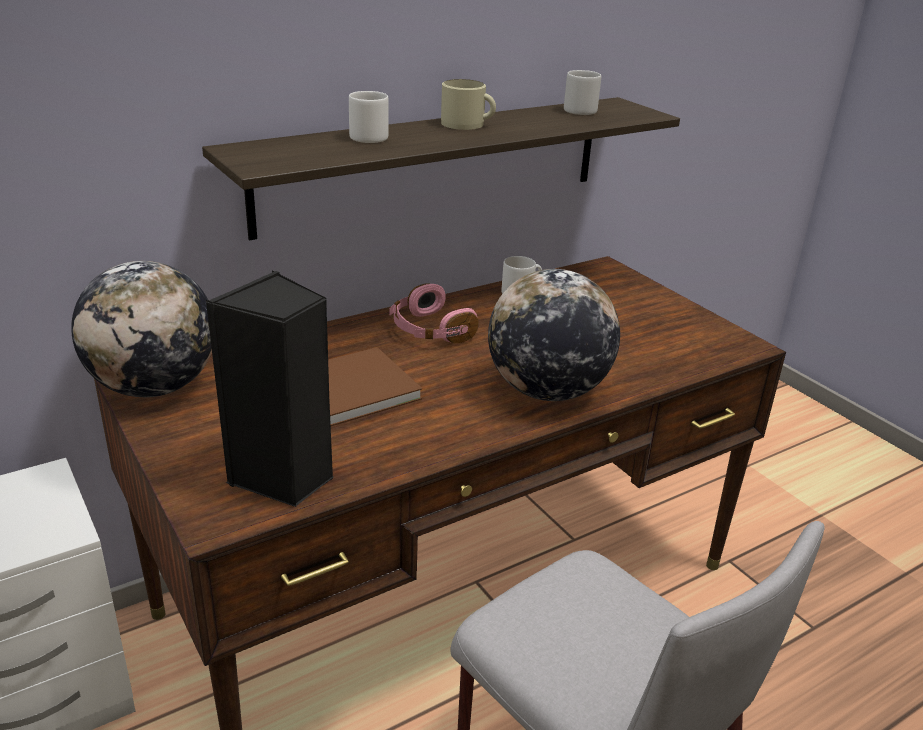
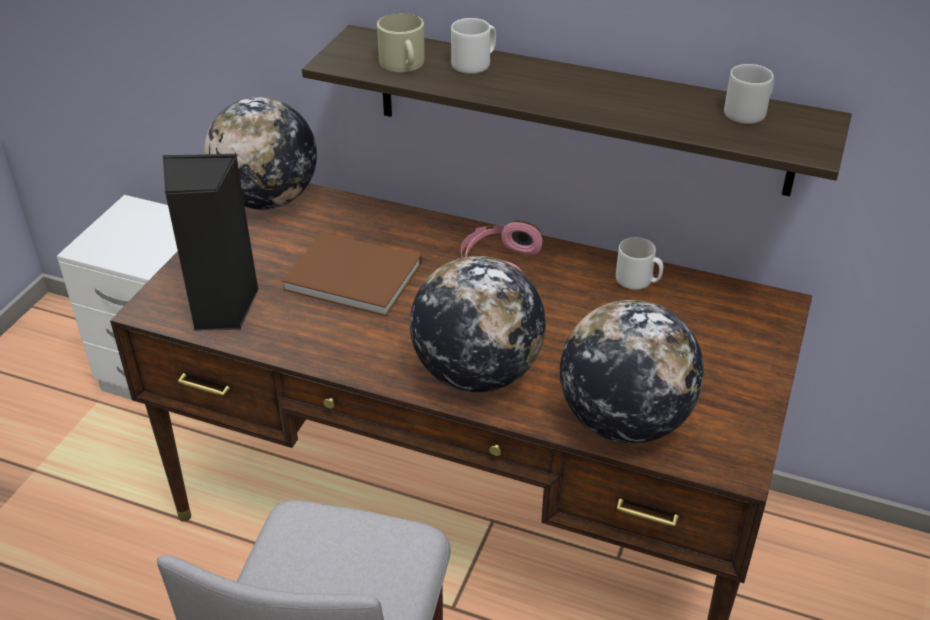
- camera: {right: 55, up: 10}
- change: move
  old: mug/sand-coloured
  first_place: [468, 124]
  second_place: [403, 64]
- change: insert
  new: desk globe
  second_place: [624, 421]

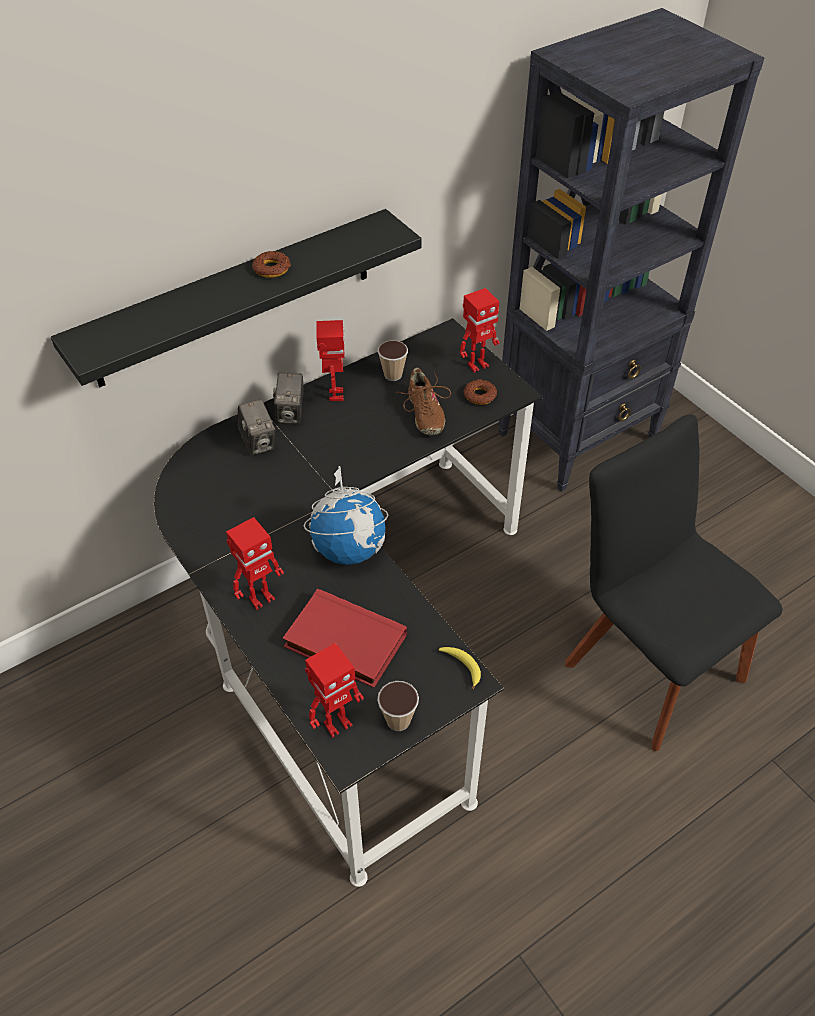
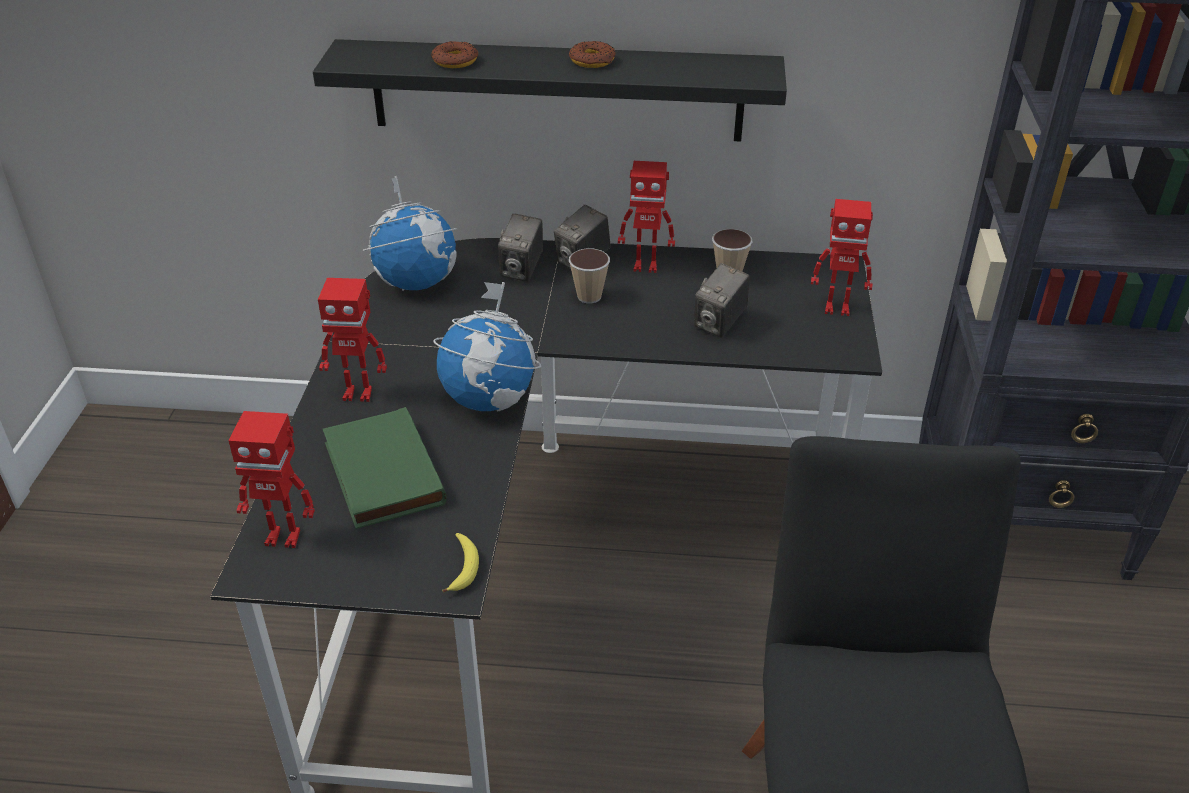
- camera: {right: 40, up: -10}
- change: recolor
  old: volume/red
  new: volume/greenish
  first_place: [343, 643]
  second_place: [380, 474]
- change: rotate
  old: robot figure
  first_place: [335, 395]
  second_place: [645, 266]
  degrees: 60
- change: move
  old: cup
  first_place: [398, 720]
  second_place: [589, 296]
- change: replace
  old: low shoe/brownish
  new: still camera
  first_place: [424, 413]
  second_place: [719, 323]
- change: move
  old: doughnut
  first_place: [479, 395]
  second_place: [455, 61]
- change: insert
  new: desk globe
  second_place: [417, 282]

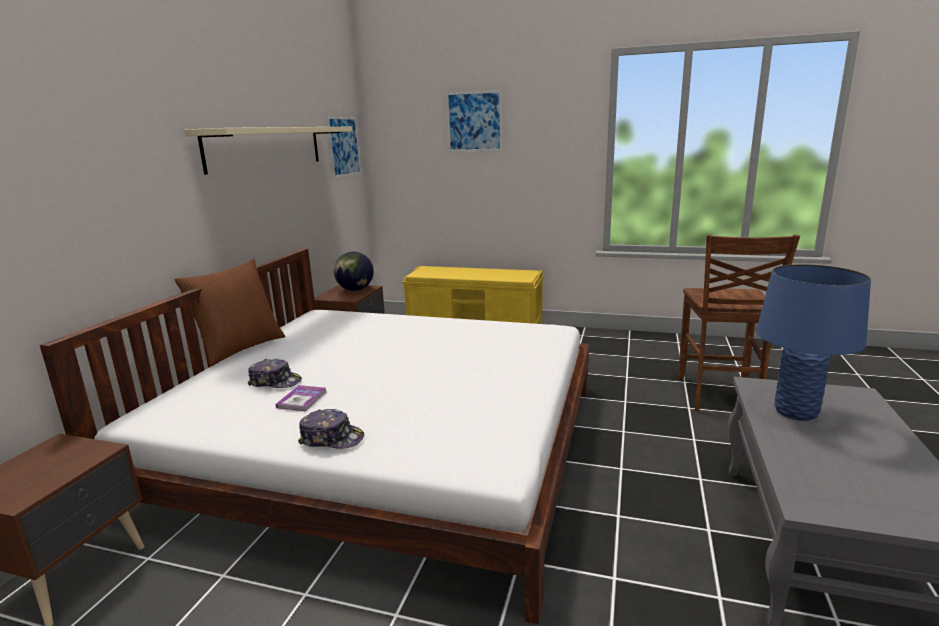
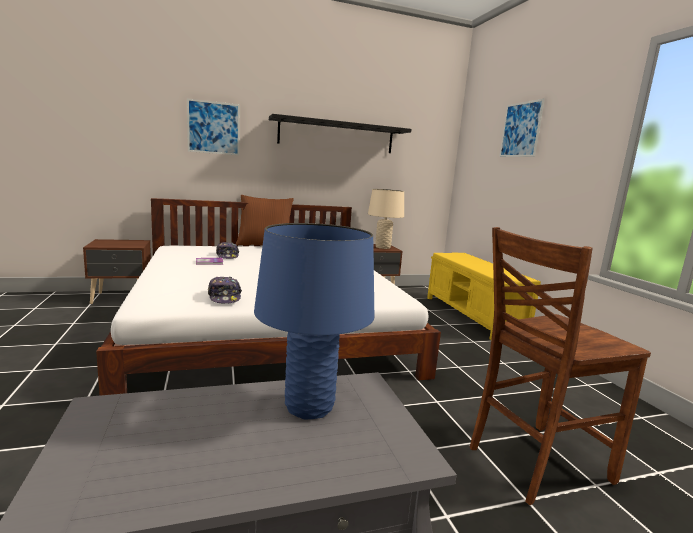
- camera: {right: 55, up: -5}
- change: recolor
  old: wall shelf/sand-coloured
  new: wall shelf/black-coloured
  first_place: [266, 147]
  second_place: [337, 136]
- change: move
  old: baseball cap
  first_place: [332, 439]
  second_place: [224, 297]
- change: move
  old: wall picture
  first_place: [344, 146]
  second_place: [213, 127]
- change: replace
  old: desk globe
  new: lamp for a table/sand-coloured
  first_place: [355, 290]
  second_place: [383, 247]

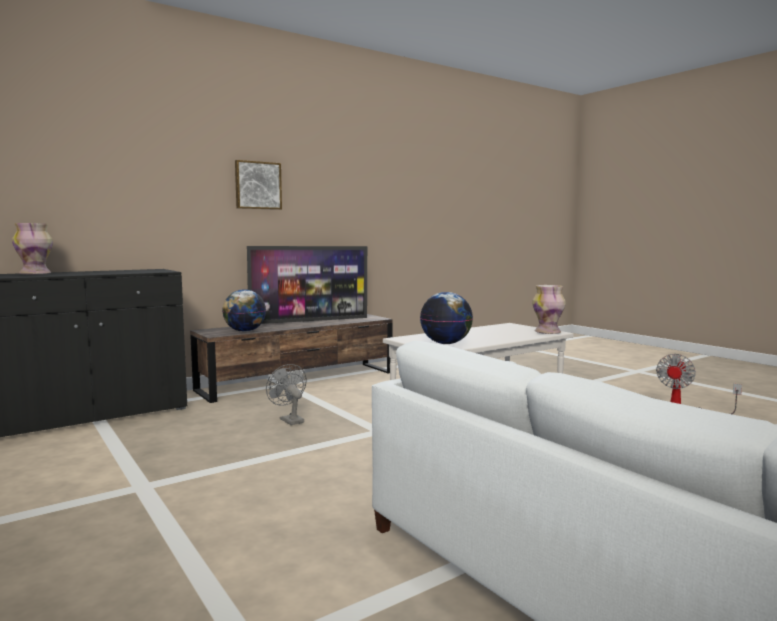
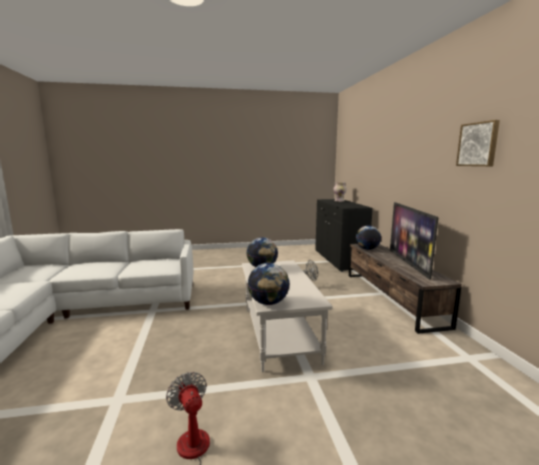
- camera: {right: 115, up: 5}
- change: move
  old: wall picture
  first_place: [257, 185]
  second_place: [478, 144]
- change: replace
  old: decorative vase
  new: desk globe
  first_place: [548, 332]
  second_place: [268, 303]

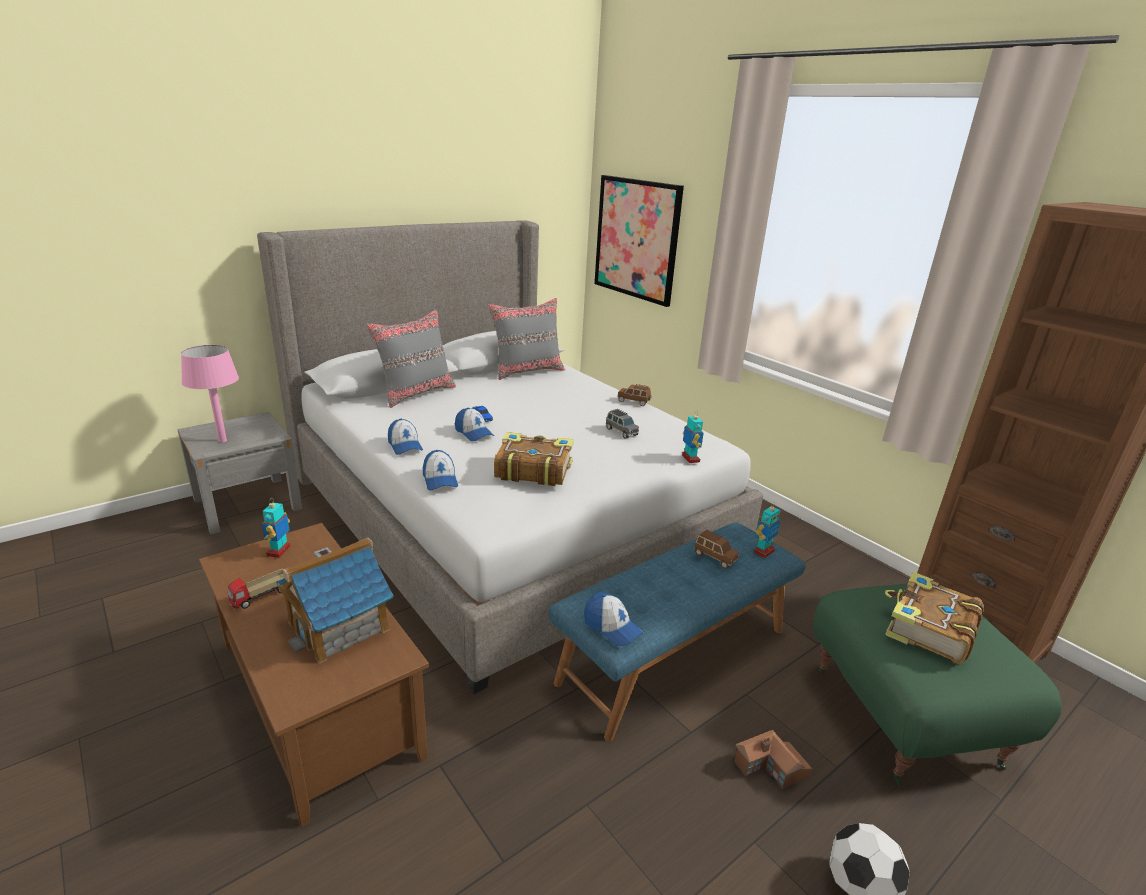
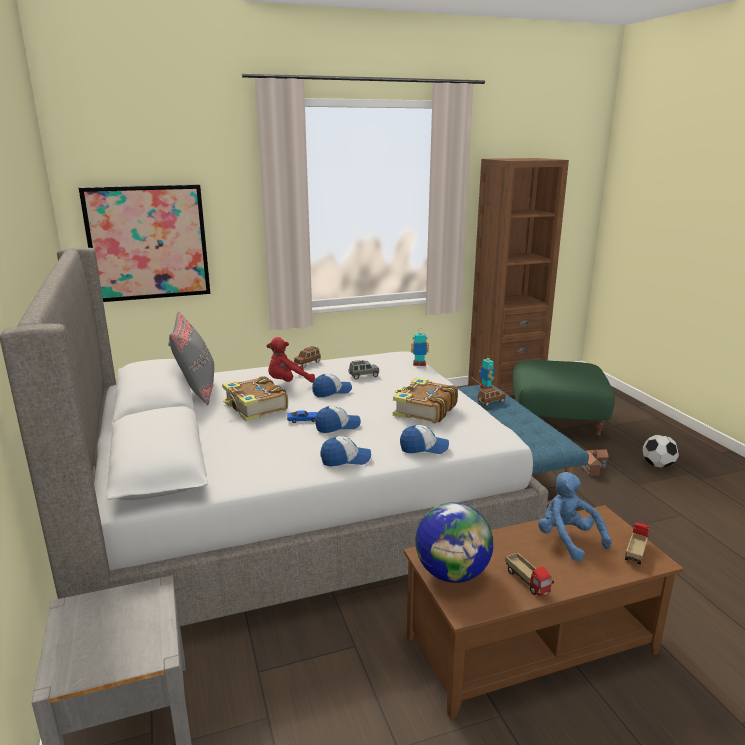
- camera: {right: -70, up: -5}
- change: delete
  old: lamp for a table/pinkish
  first_place: [222, 440]
- change: replace
  old: robot figure
  new: desk globe
  first_place: [279, 551]
  second_place: [452, 573]
- change: replace
  old: model house
  new: plush toy/bluish
  first_place: [339, 626]
  second_place: [567, 539]
- change: delete
  old: cushion/gray
  first_place: [416, 393]
- change: move
  old: baseball cap
  first_place: [612, 627]
  second_place: [332, 391]
- change: move
  old: volume
  first_place: [928, 629]
  second_place: [255, 407]
- change: insert
  new: plush toy/red
  second_place: [288, 383]
- change: insert
  new: toy truck
  second_place: [635, 552]

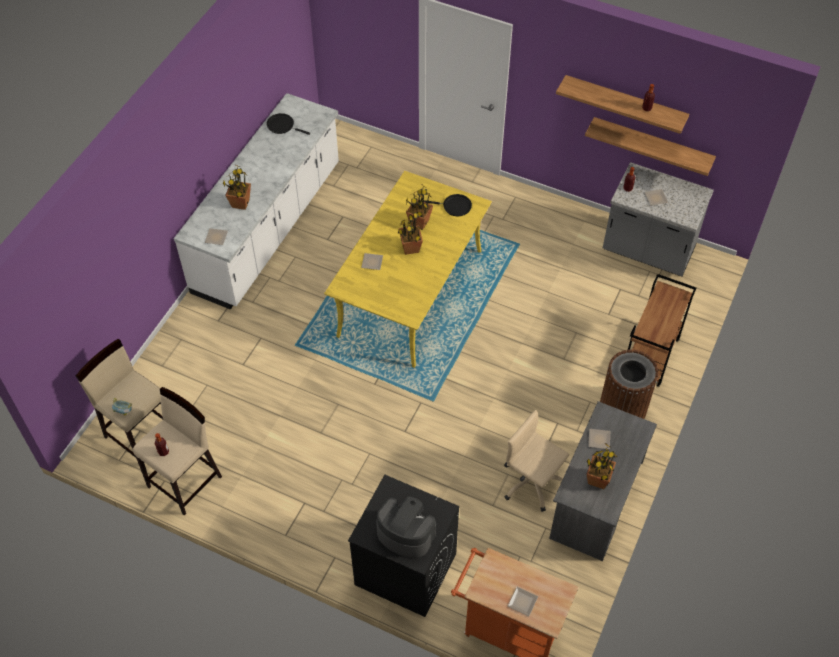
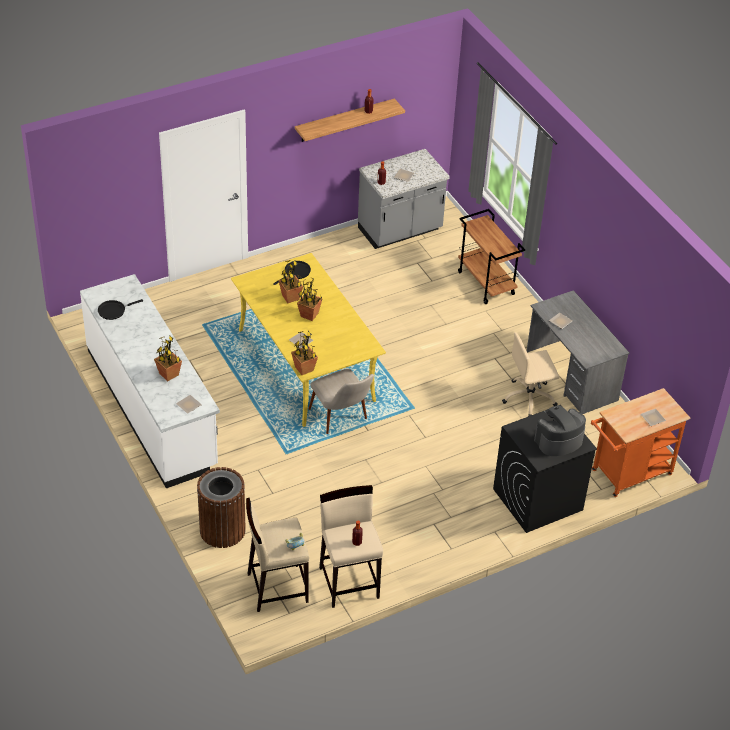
- camera: {right: -55, up: -10}
- change: delete
  old: wall shelf
  first_place: [652, 144]
- change: move
  old: houseplant
  first_place: [598, 480]
  second_place: [304, 369]
- change: move
  old: rubbish bin/brownish
  first_place: [622, 409]
  second_place: [222, 530]
- change: insert
  new: upright chair/sand-coloured
  second_place: [342, 420]

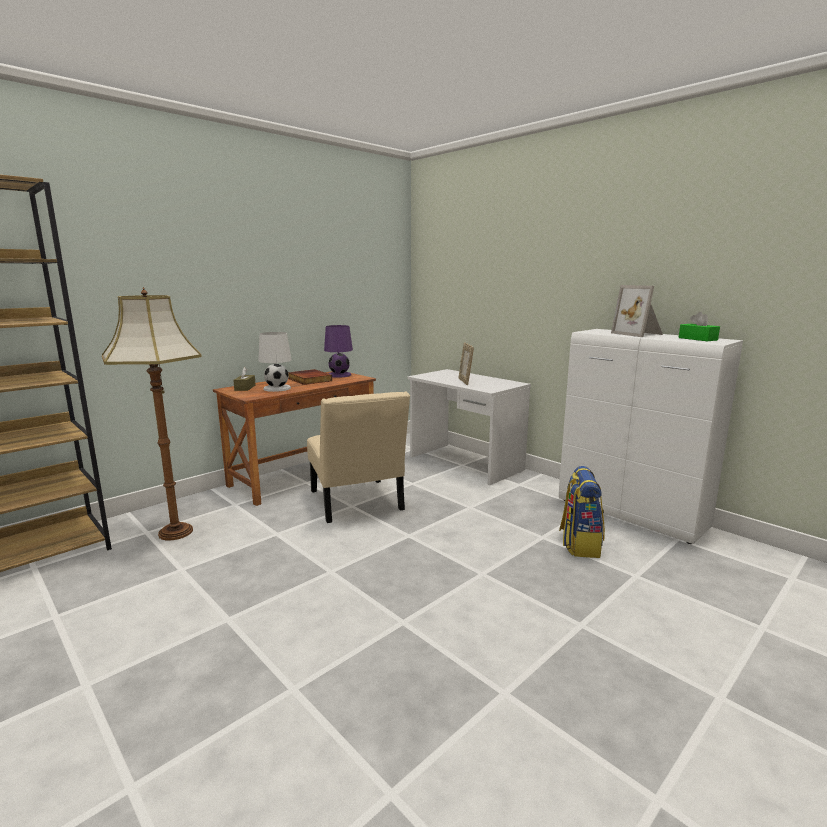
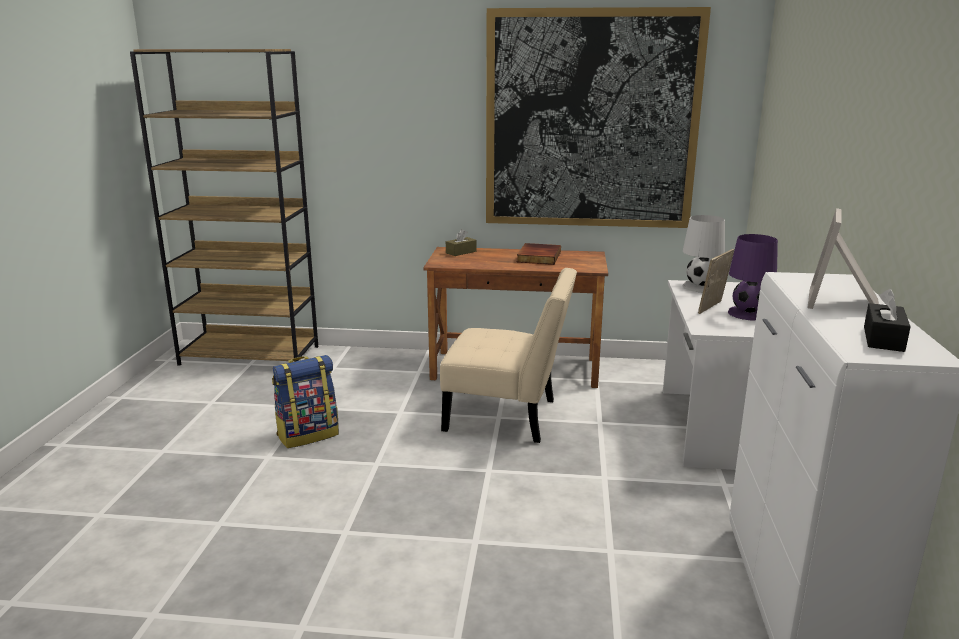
- camera: {right: 50, up: 5}
- change: delete
  old: standing lamp
  first_place: [174, 532]
- change: move
  old: lamp for a table/whitish
  first_place: [277, 388]
  second_place: [699, 287]
- change: rotate
  old: upright chair/sand-coloured
  first_place: [357, 503]
  second_place: [507, 417]
  degrees: -105
- change: move
  old: lamp for a table/purple-coloured
  first_place: [339, 375]
  second_place: [747, 314]
- change: move
  old: rucksack
  first_place: [579, 544]
  second_place: [308, 435]
- change: recolor
  old: tissue holder/greenish
  new: tissue holder/black-coloured
  first_place: [697, 339]
  second_place: [883, 339]
- change: insert
  new: wall picture
  second_place: [591, 120]

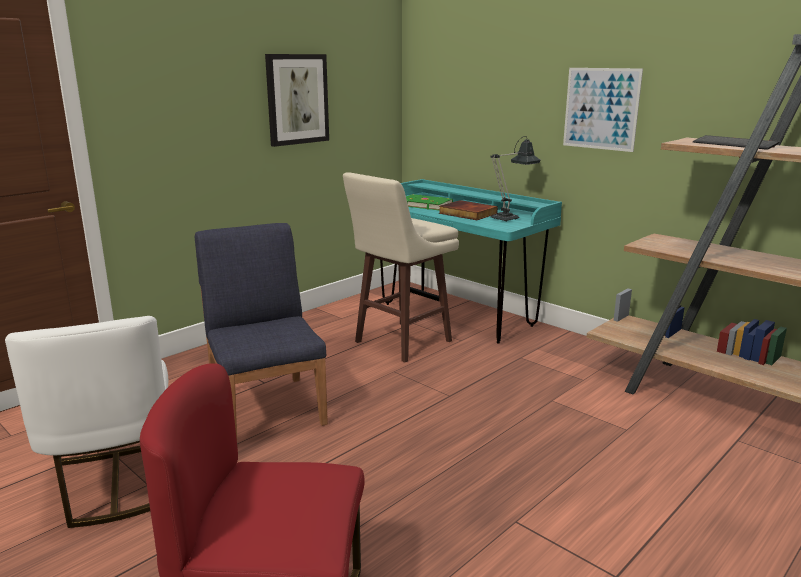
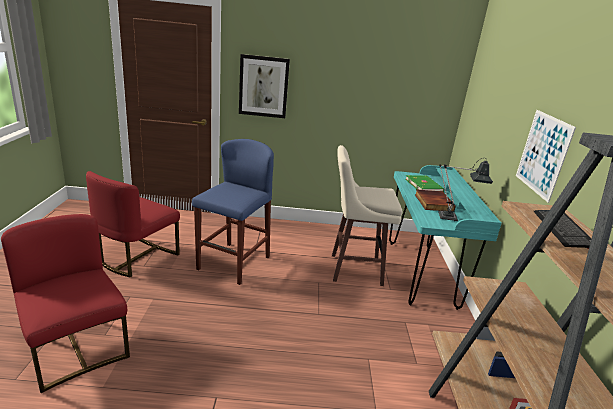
- camera: {right: 45, up: 5}
- change: recolor
  old: upright chair/whitish
  new: upright chair/red
  first_place: [114, 483]
  second_place: [137, 258]
- change: replace
  old: upright chair/bluish
  new: sitting stool/bluish
  first_place: [267, 408]
  second_place: [233, 263]
- change: move
  old: wall picture
  first_place: [297, 99]
  second_place: [263, 86]

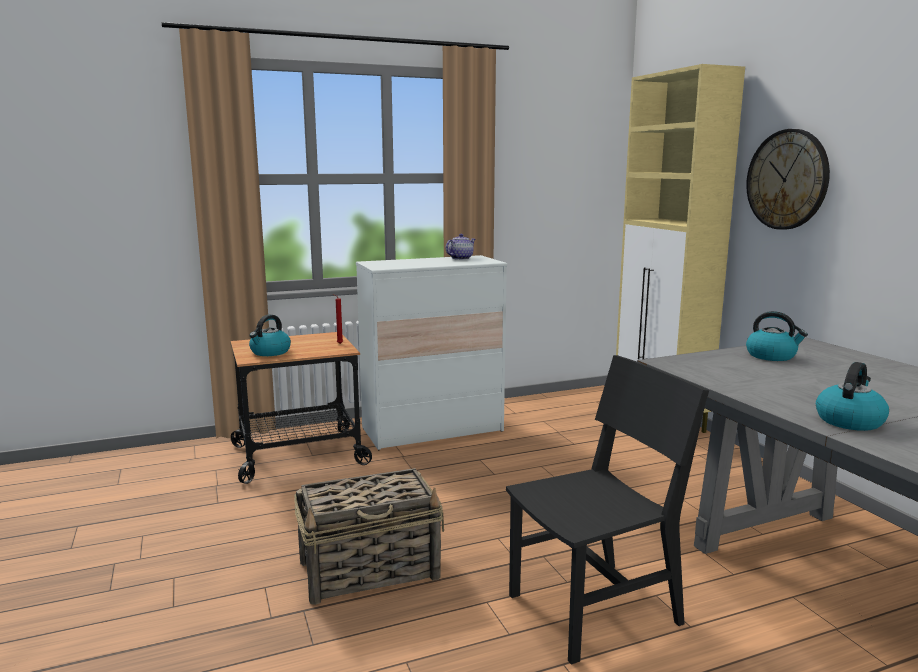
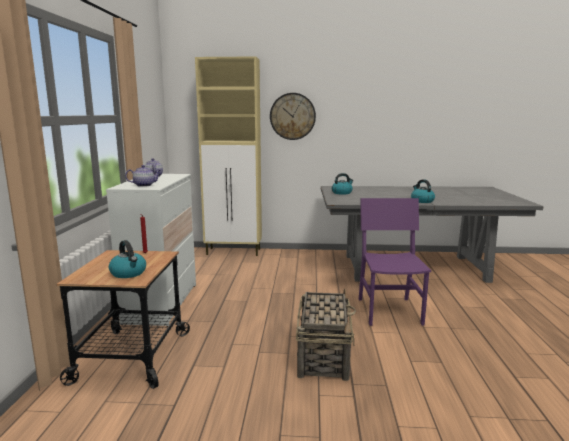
- camera: {right: -65, up: 0}
- change: recolor
  old: upright chair/black-coloured
  new: upright chair/purple-coloured
  first_place: [594, 609]
  second_place: [389, 311]
- change: insert
  new: tea pot
  second_place: [144, 185]

